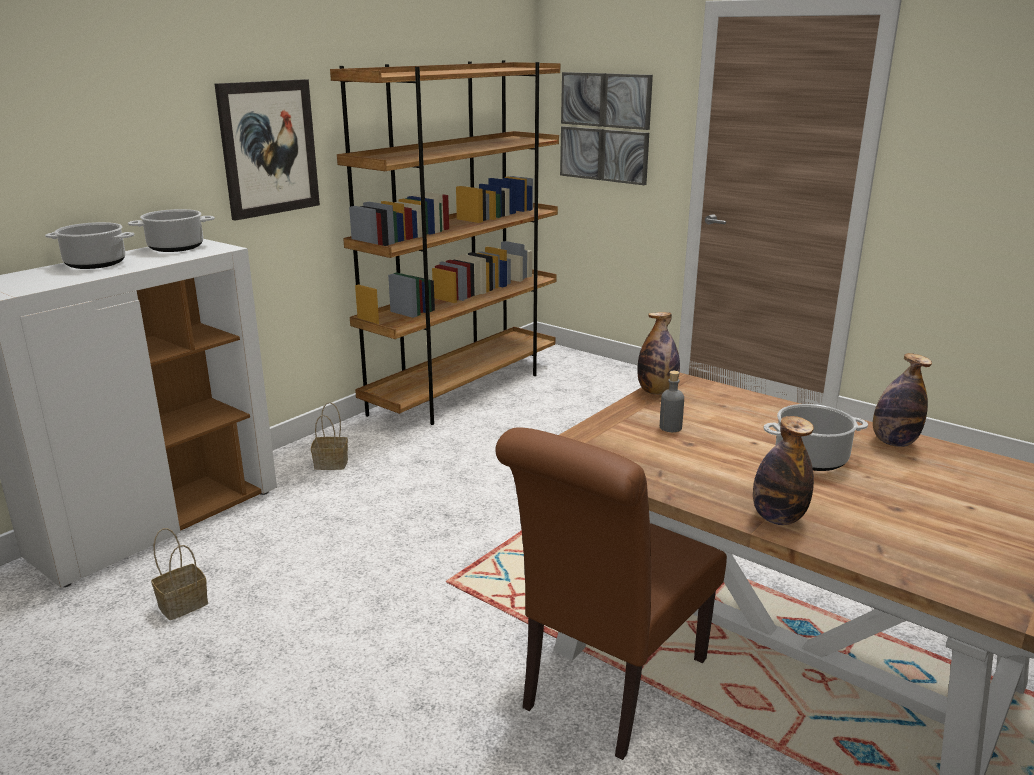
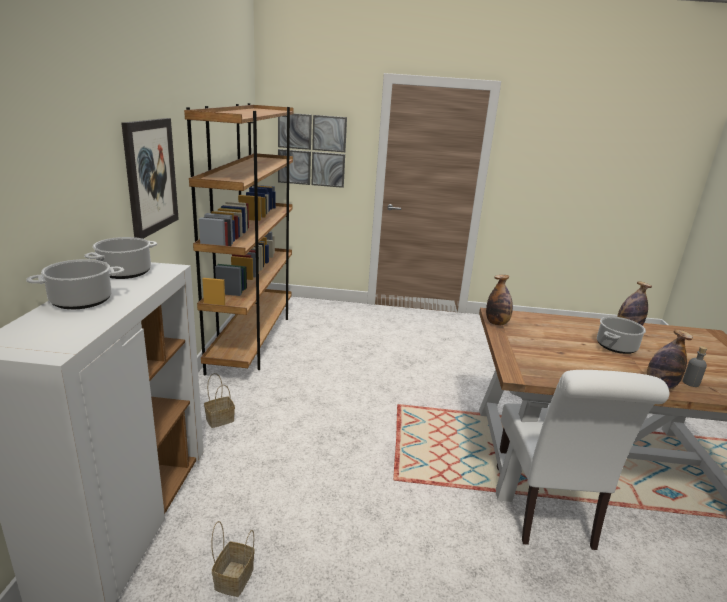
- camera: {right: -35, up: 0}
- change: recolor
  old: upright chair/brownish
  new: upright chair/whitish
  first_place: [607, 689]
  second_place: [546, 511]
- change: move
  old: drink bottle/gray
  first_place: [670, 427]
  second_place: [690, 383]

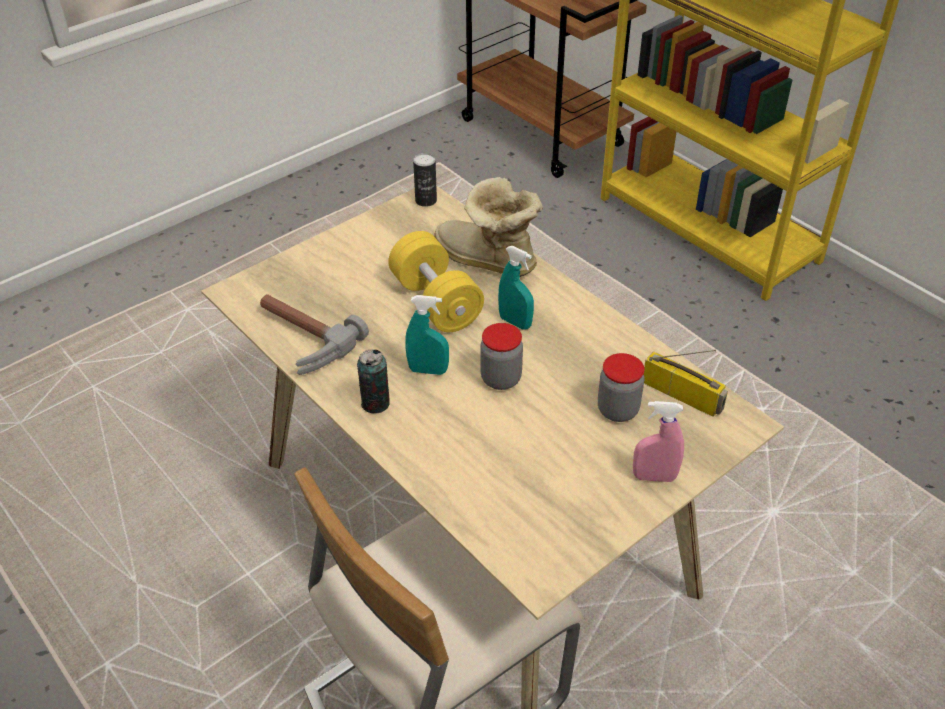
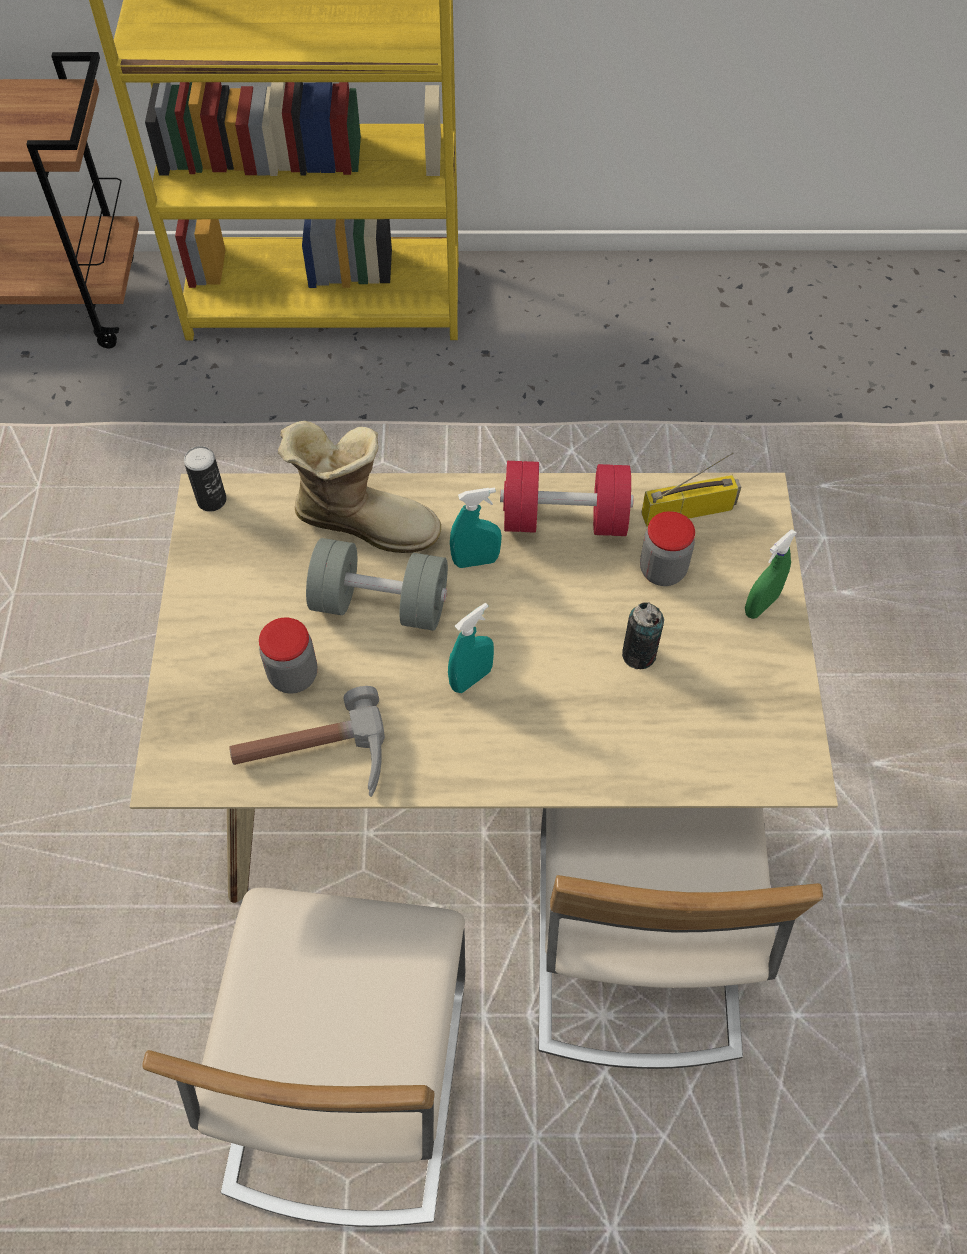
- camera: {right: -50, up: 15}
- change: move
  old: metal can
  first_place: [375, 403]
  second_place: [638, 655]
- change: recolor
  old: hand weight/yellow-coloured
  new: hand weight/gray
  first_place: [436, 302]
  second_place: [380, 603]
- change: rotate
  old: tall boot
  first_place: [486, 261]
  second_place: [364, 520]
  degrees: -150
- change: move
  old: storage jar
  first_place: [501, 379]
  second_place: [293, 675]
- change: recolor
  old: hand sprayer/pinkish
  new: hand sprayer/greenish
  first_place: [654, 477]
  second_place: [761, 605]
- change: insert
  new: upright chair/sand-coloured
  second_place: [346, 1081]
- change: insert
  new: hand weight/red
  second_place: [564, 519]

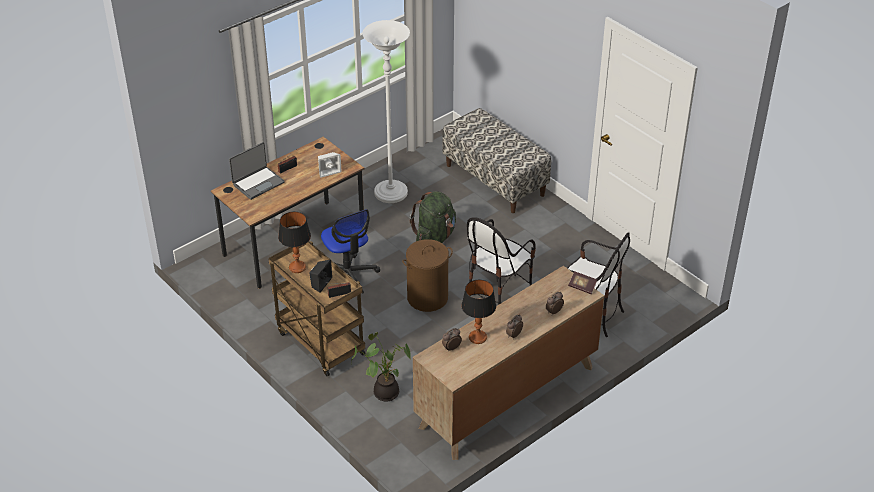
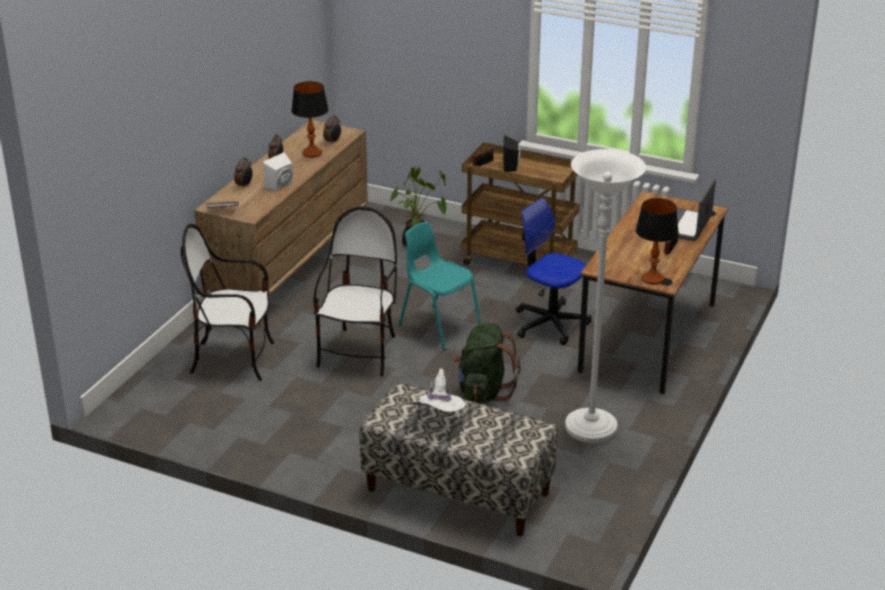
- camera: {right: 155, up: -10}
- change: move
  old: lamp for a table
  first_place: [297, 267]
  second_place: [653, 279]
- change: move
  old: speaker/whitish
  first_place: [328, 171]
  second_place: [281, 186]
- change: replace
  old: laundry basket/brownish
  new: upright chair/blue-green
  first_place: [427, 298]
  second_place: [439, 326]
- change: insert
  new: hat/whitish
  second_place: [439, 419]

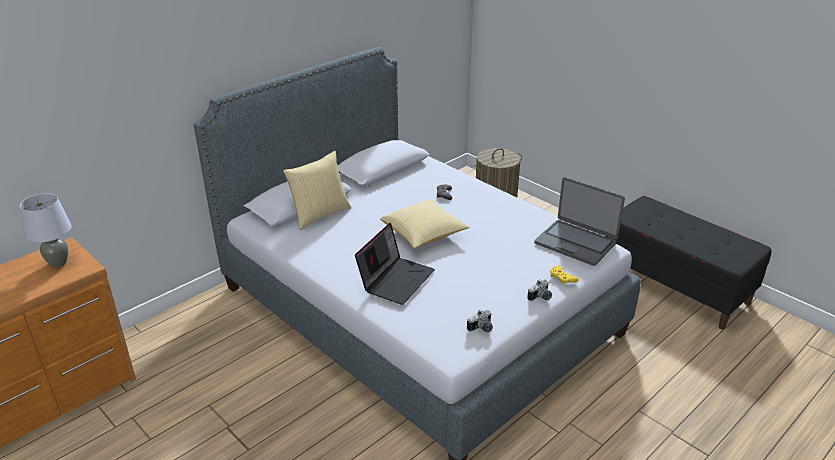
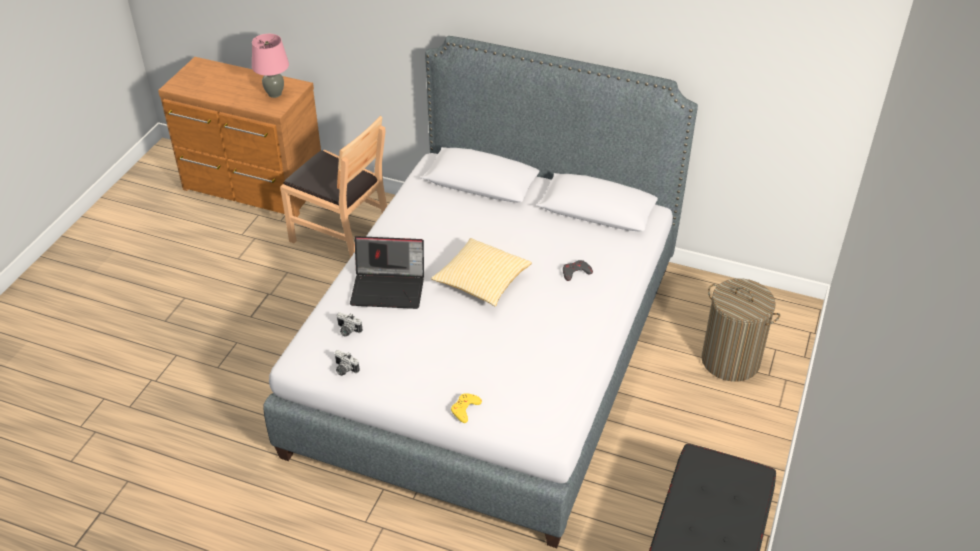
- camera: {right: 65, up: 10}
- change: recolor
  old: lamp for a table/gray
  new: lamp for a table/pinkish
  first_place: [58, 263]
  second_place: [274, 94]
- change: delete
  old: cushion
  first_place: [319, 214]
- change: move
  old: still camera
  first_place: [541, 297]
  second_place: [347, 331]
- change: delete
  old: portable computer
  first_place: [575, 243]
- change: insert
  new: upright chair/brownish
  second_place: [341, 235]

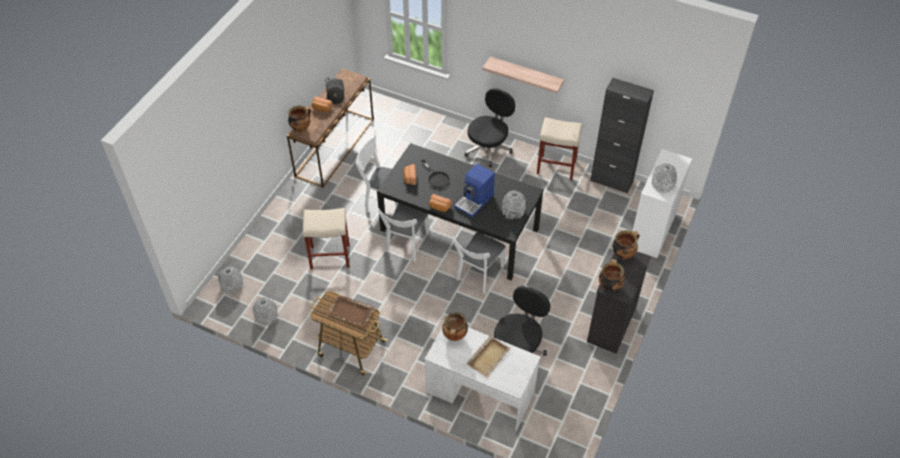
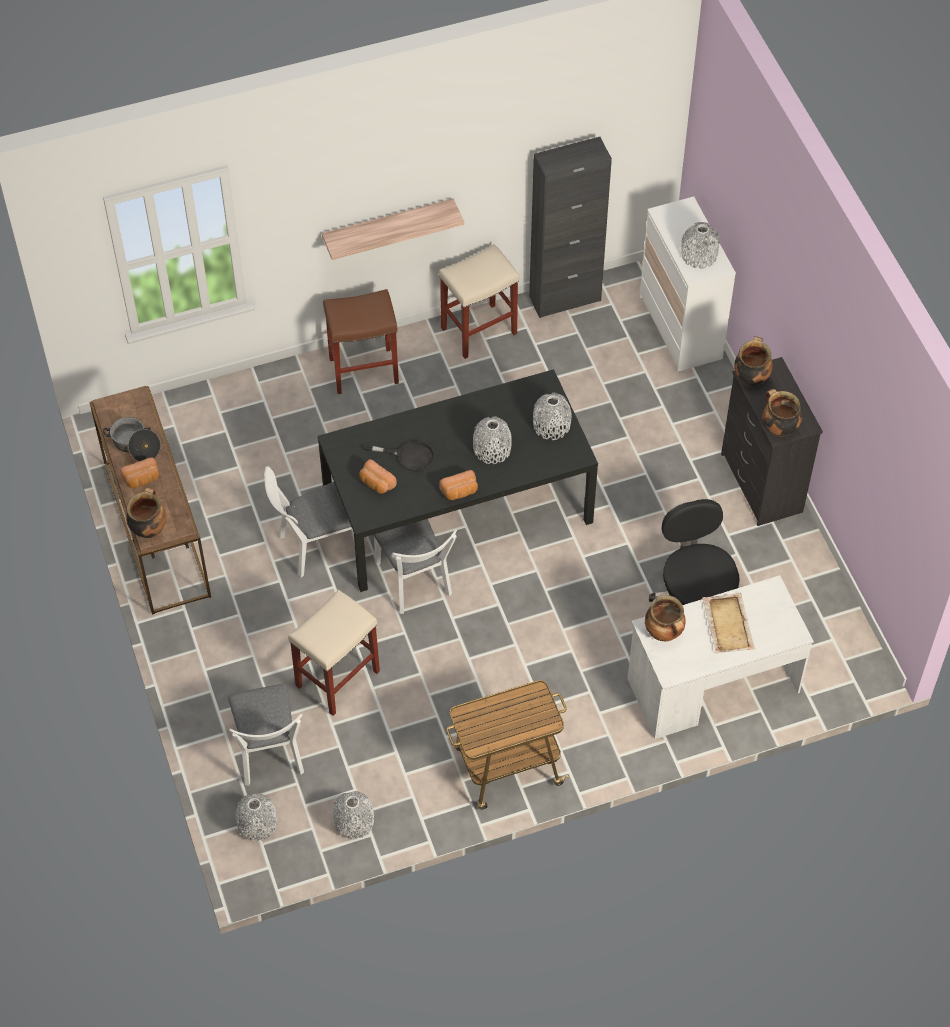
- camera: {right: -45, up: 5}
- change: delete
  old: tray/brownish
  first_place: [351, 312]
- change: move
  old: upright chair/whitish
  first_place: [478, 275]
  second_place: [269, 755]
- change: replace
  old: coffee machine
  new: decorative vase/gray
  first_place: [475, 201]
  second_place: [492, 449]
- change: replace
  old: office chair/black-coloured
  new: sitting stool/brownish
  first_place: [488, 148]
  second_place: [364, 370]

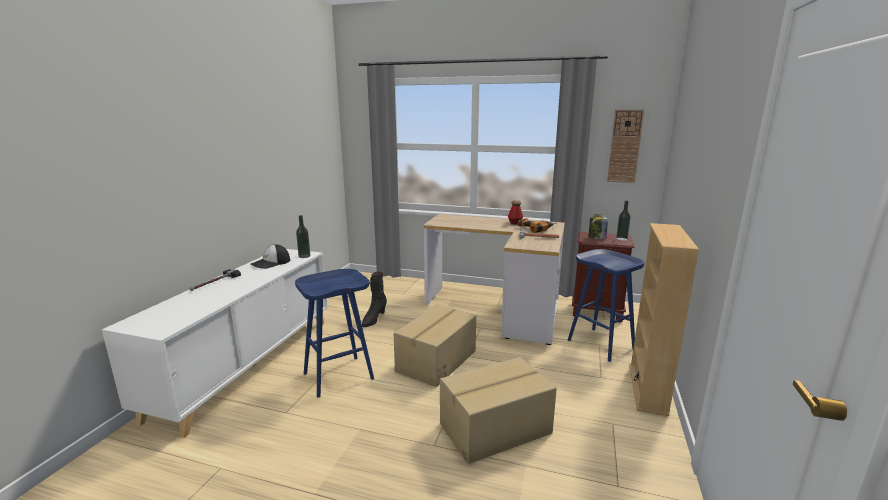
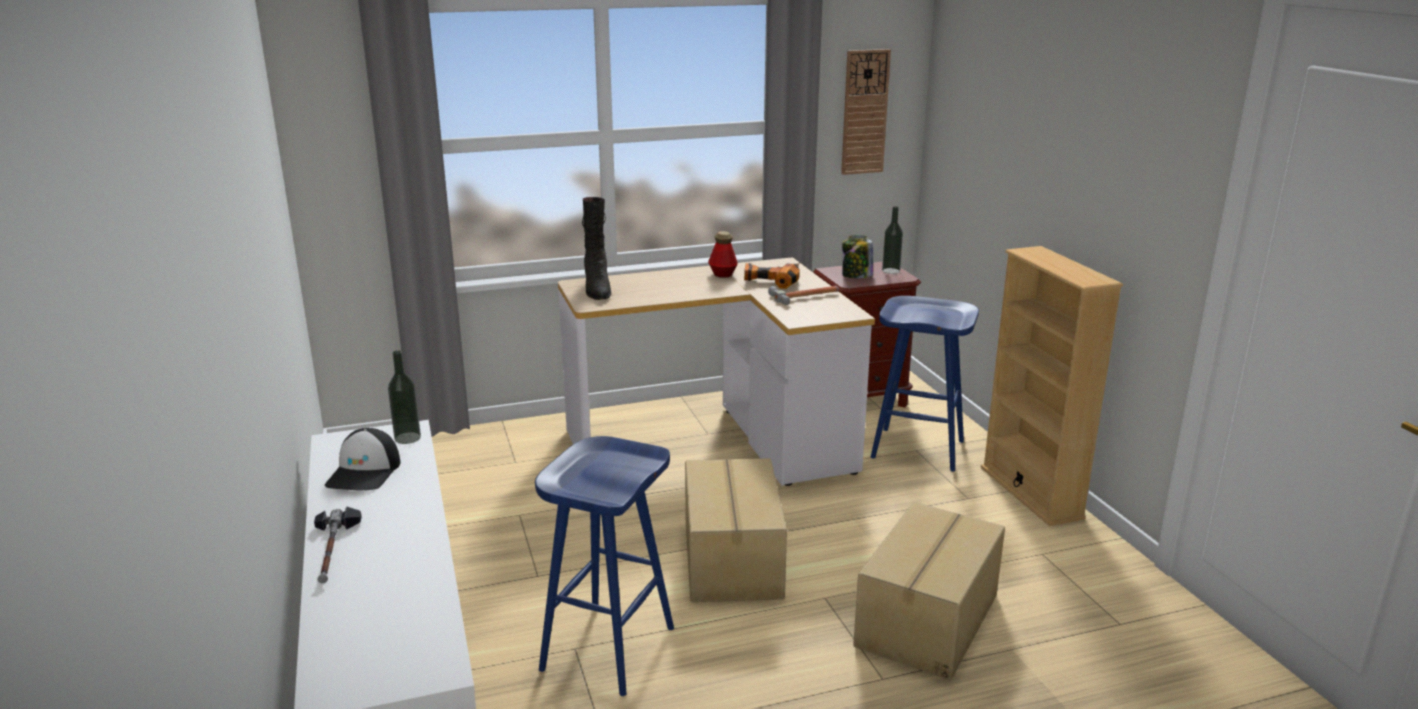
- camera: {right: -35, up: 5}
- change: move
  old: tall boot/black-coloured
  first_place: [373, 319]
  second_place: [597, 289]

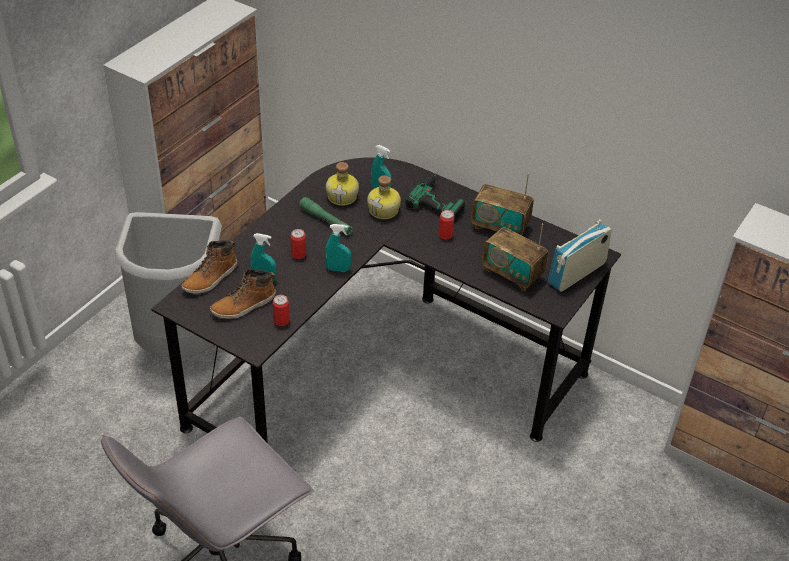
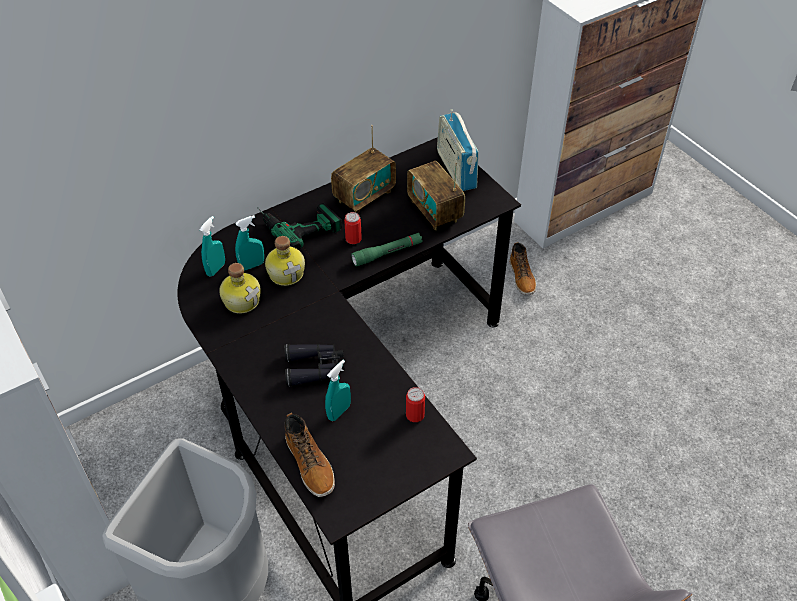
- camera: {right: -65, up: 5}
- change: move
  old: tall boot
  first_place: [244, 305]
  second_place: [522, 277]
- change: replace
  old: metal can
  new: pair of binoculars/black-coloured
  first_place: [298, 254]
  second_place: [315, 368]
- change: move
  old: hand torch/greenish
  first_place: [326, 221]
  second_place: [387, 253]
- change: move
  old: hand sprayer/blue-green
  first_place: [338, 269]
  second_place: [216, 269]
- change: rotate
  old: radio receiver
  first_place: [512, 274]
  second_place: [435, 211]
  degrees: 90

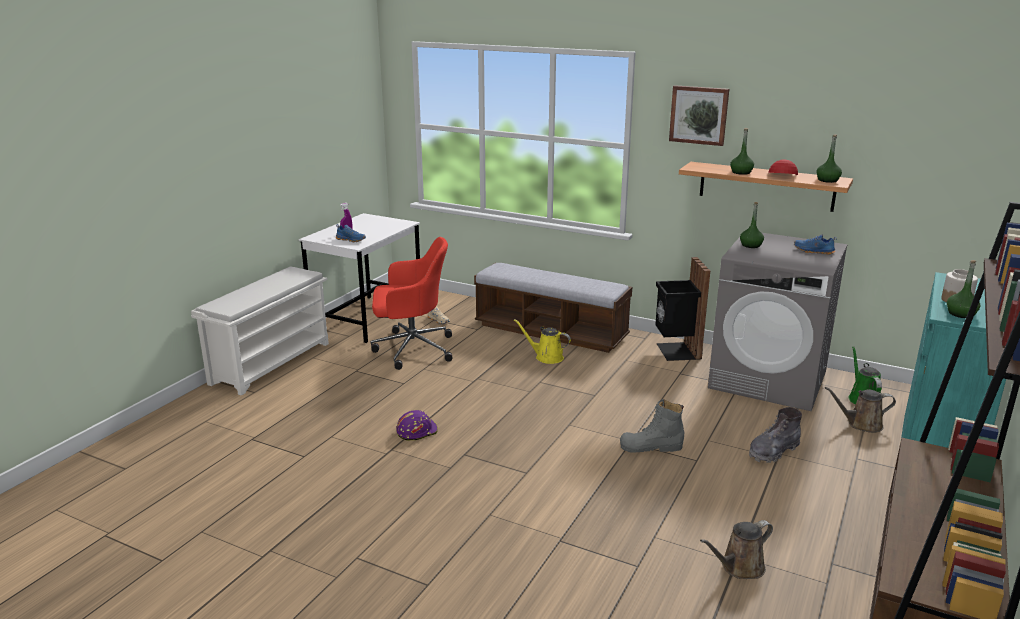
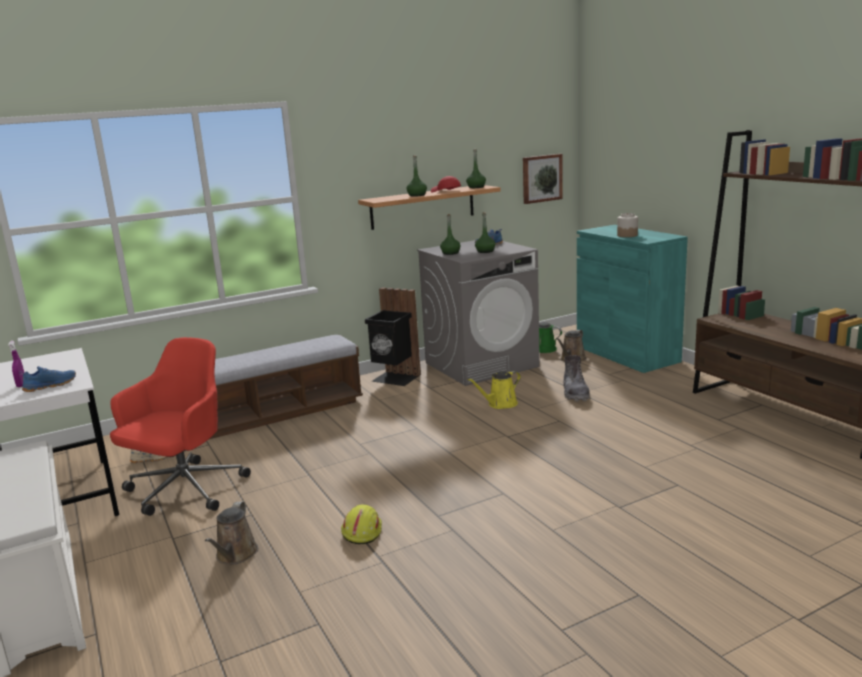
- camera: {right: -55, up: -5}
- change: recolor
  old: work helmet/purple-coloured
  new: work helmet/yellow-coloured
  first_place: [416, 431]
  second_place: [361, 531]
- change: move
  old: sprinkling can/yellow-coloured
  first_place: [546, 357]
  second_place: [500, 404]
- change: delete
  old: tall boot/gray
  first_place: [651, 447]
- change: move
  old: wall picture
  first_place: [699, 115]
  second_place: [541, 178]
- change: move
  old: sprinkling can/brownish
  first_place: [739, 567]
  second_place: [235, 555]
- change: move
  old: drink bottle/greenish
  first_place: [960, 314]
  second_place: [485, 251]

